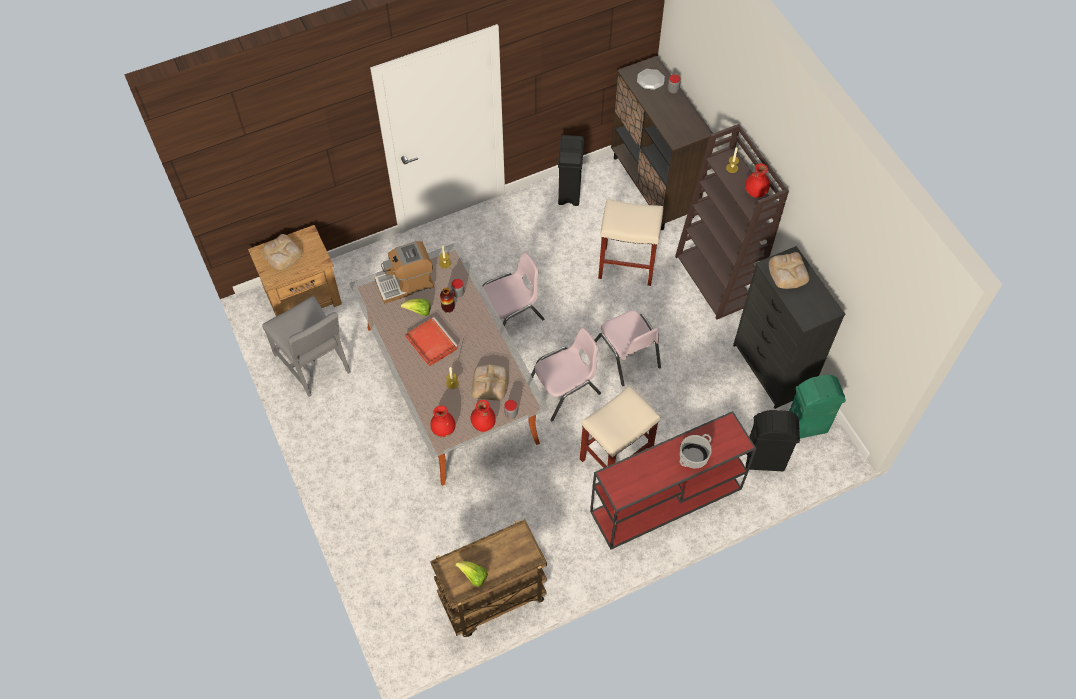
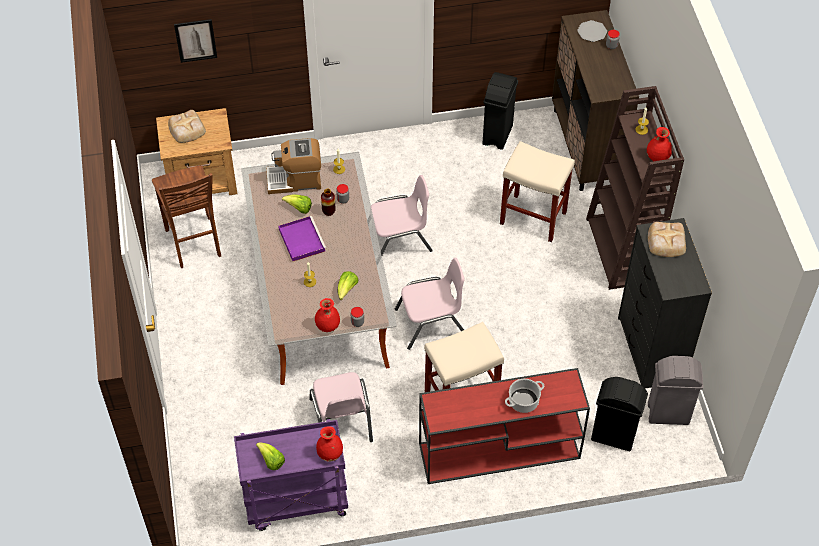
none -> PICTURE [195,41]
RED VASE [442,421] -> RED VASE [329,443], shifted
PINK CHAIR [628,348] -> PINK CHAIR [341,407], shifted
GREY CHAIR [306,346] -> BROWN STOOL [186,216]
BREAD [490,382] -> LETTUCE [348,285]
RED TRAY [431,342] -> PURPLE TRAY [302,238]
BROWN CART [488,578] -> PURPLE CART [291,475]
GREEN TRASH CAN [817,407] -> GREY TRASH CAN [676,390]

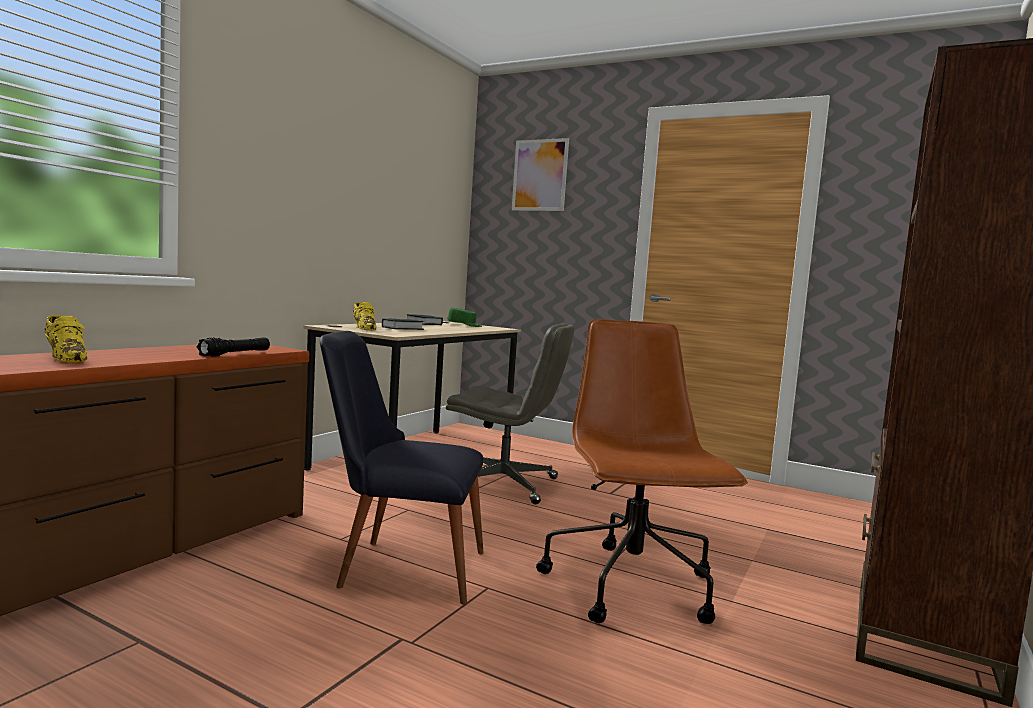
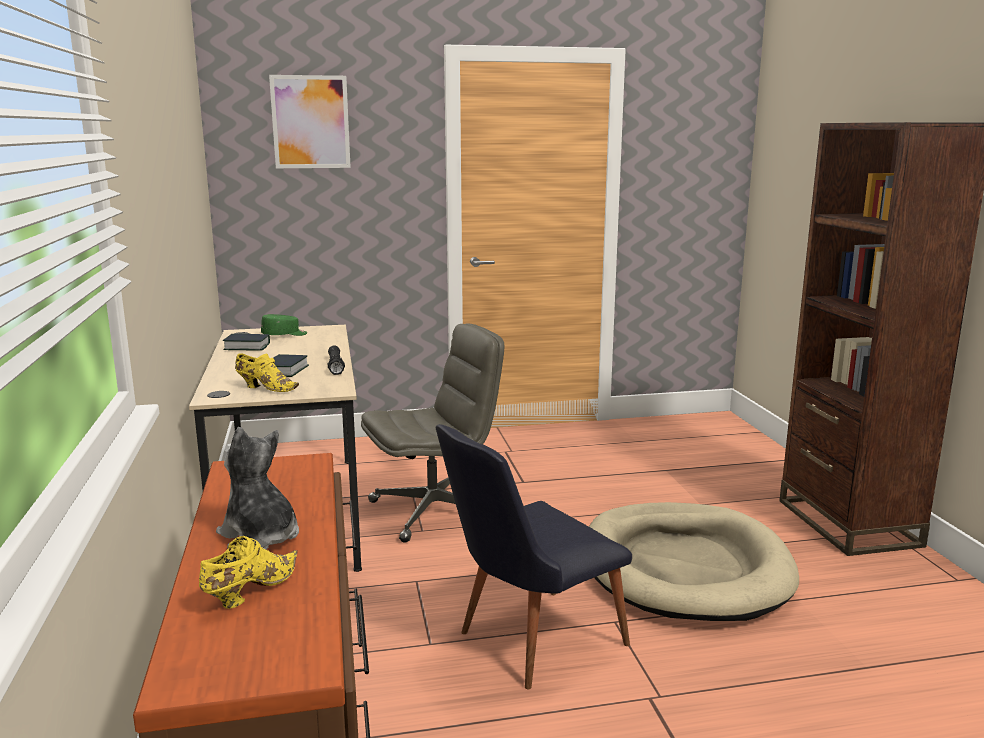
none -> PLUSH TOY [257,488]
BLACK FLASHLIGHT [233,347] -> BLACK FLASHLIGHT [336,360], shifted
BROWN OFFICE CHAIR [642,471] -> BEIGE DOG BED [694,561]
YELLOW SHOE [66,339] -> YELLOW SHOE [248,572], 60 degrees counterclockwise

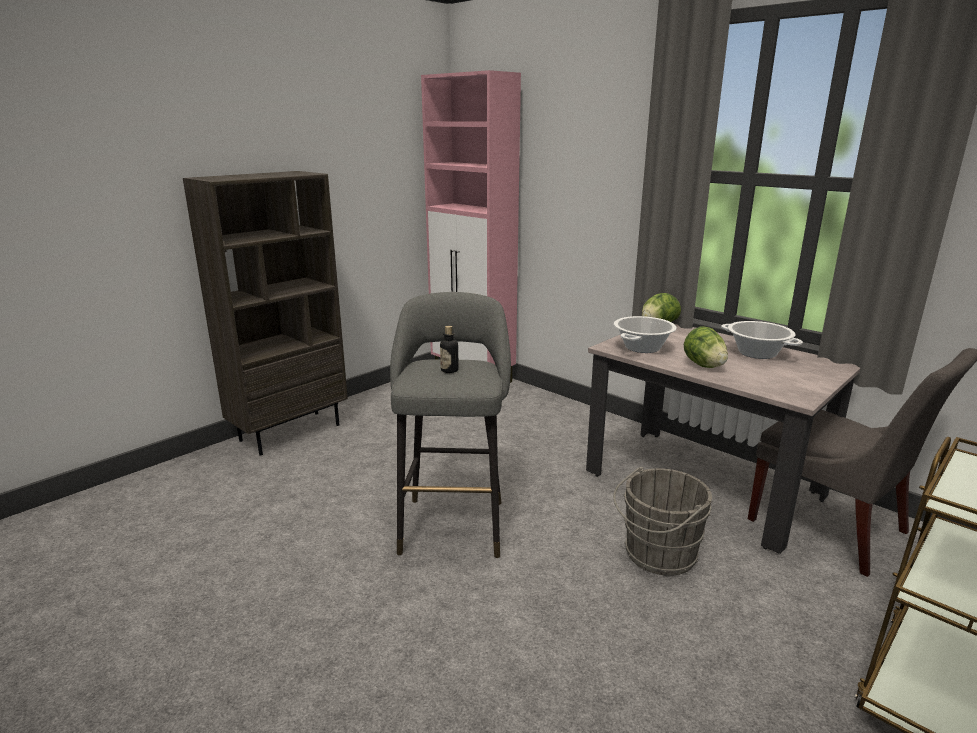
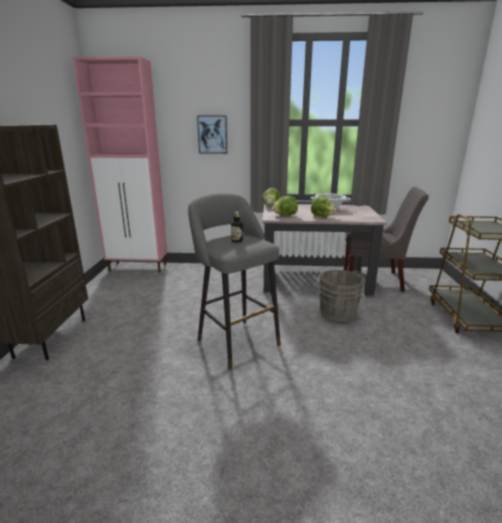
none -> PICTURE [212,134]
COOKING POT [645,334] -> LETTUCE [285,206]

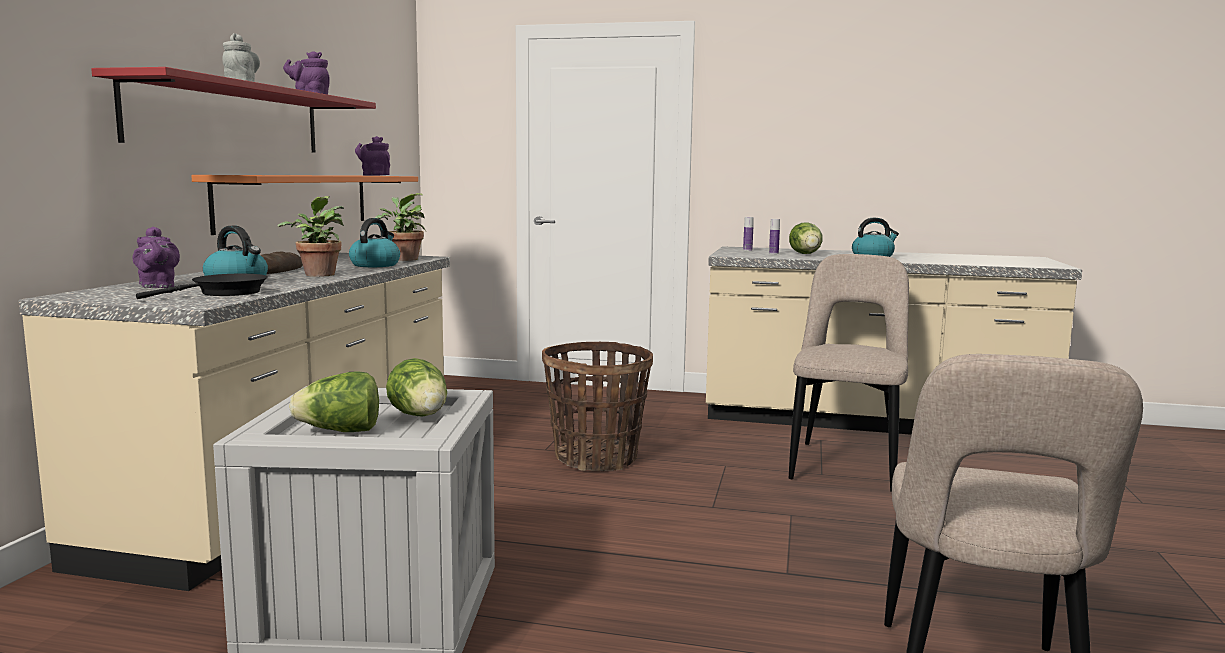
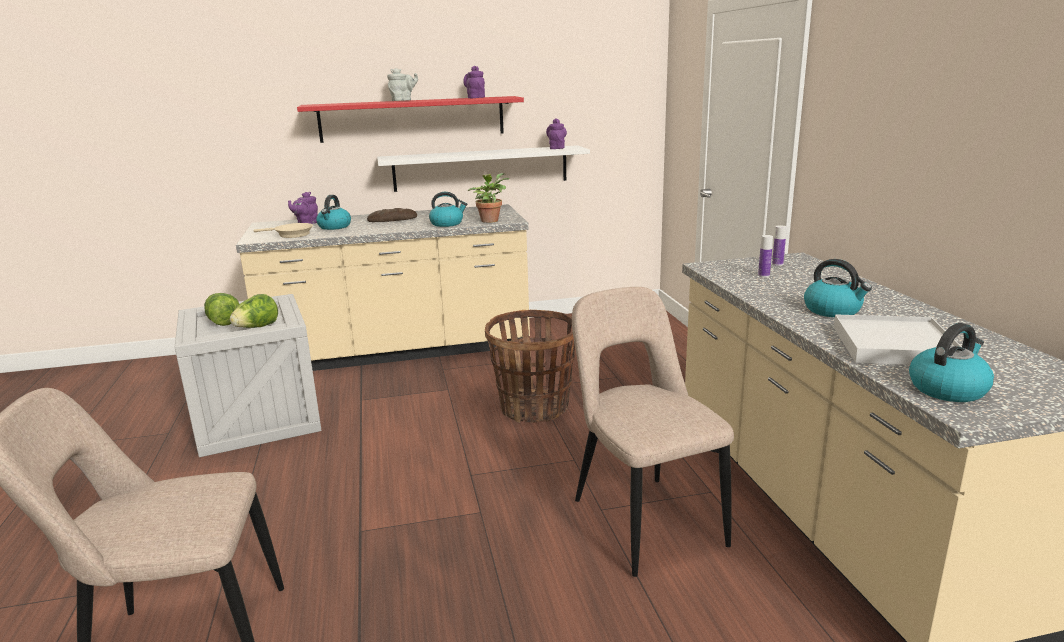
POTTED PLANT [311,236] -> none
LETTUCE [805,238] -> none
none -> WHITE TRAY [898,339]
none -> KETTLE [951,362]
BLACK FRYING PAN [202,286] -> BEIGE FRYING PAN [283,230]
ORANGE SHELF [304,205] -> WHITE SHELF [483,168]
BEIGE CHAIR [849,373] -> BEIGE CHAIR [653,432], 105 degrees counterclockwise

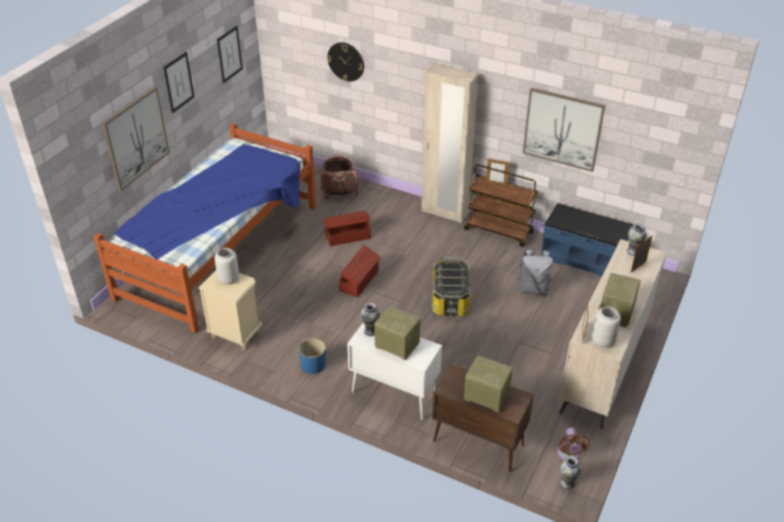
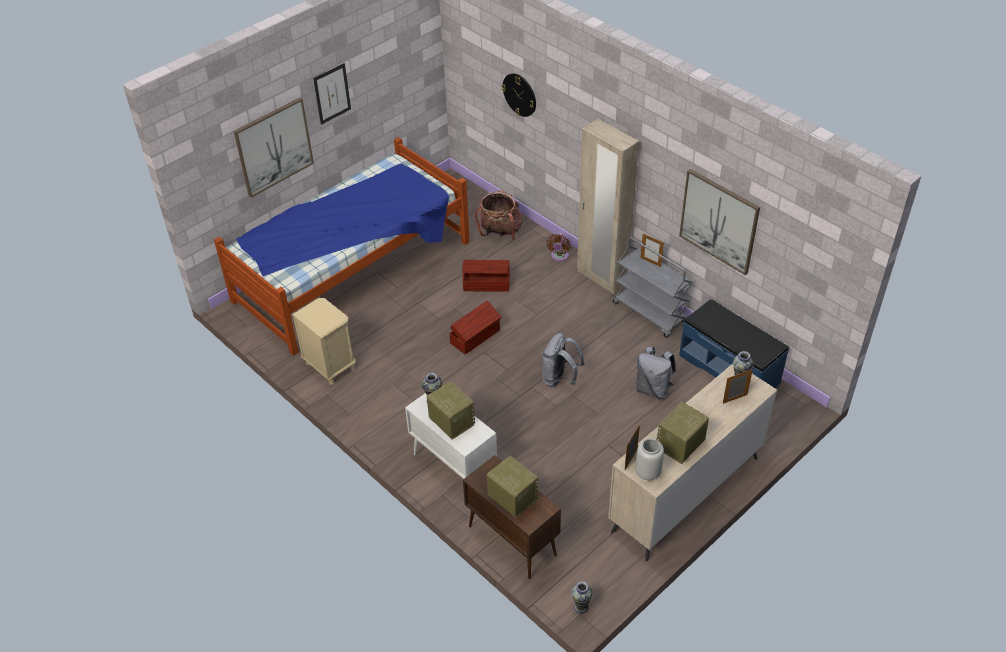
GREY VASE [227,266] -> none
PICTURE [230,55] -> none
BLUE PLANTER [312,356] -> none
BROWN FAN [573,443] -> BROWN FAN [558,246], shifted
STORAGE BOX [451,287] -> GREY BACKPACK [563,360]
BROWN CART [501,205] -> GREY CART [652,287]

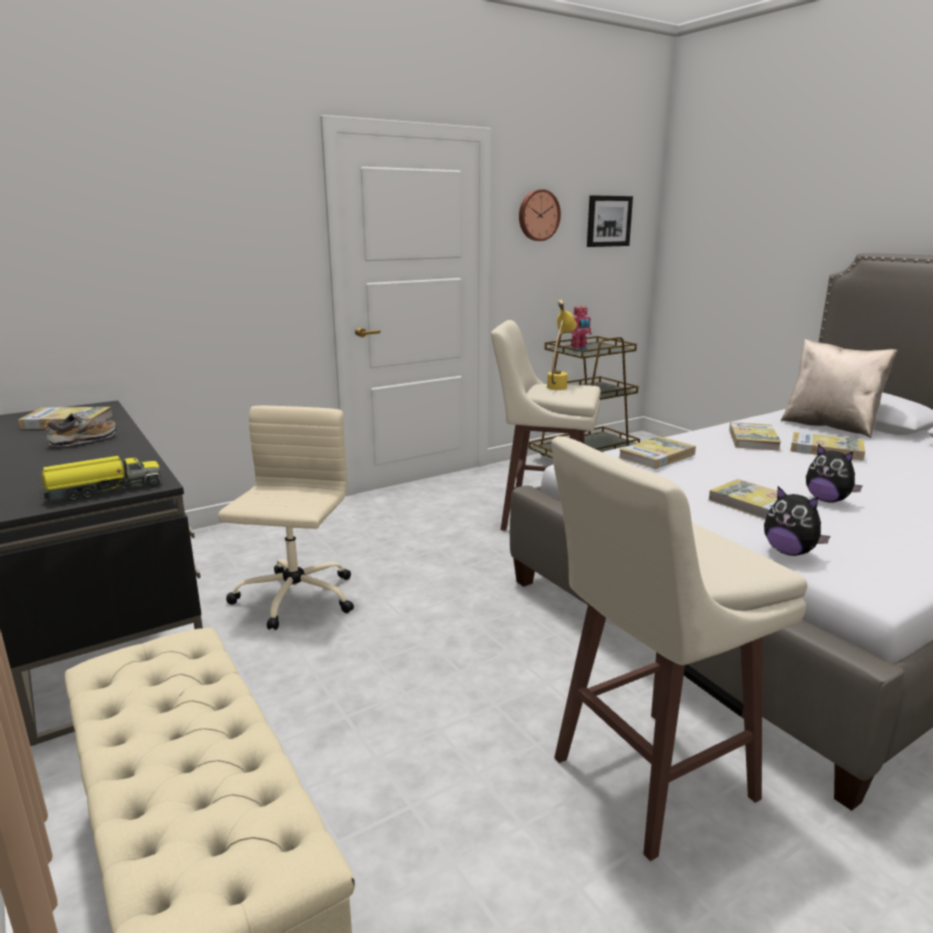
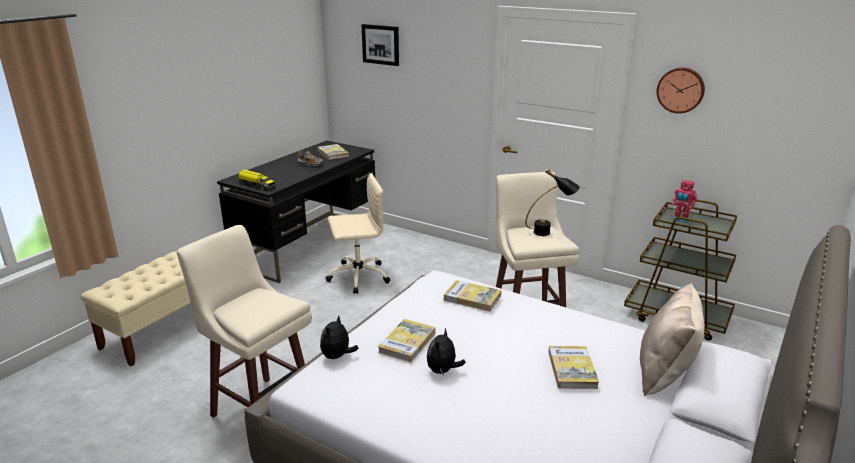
BOOK [755,436] -> none
PICTURE [610,221] -> PICTURE [380,45], shifted
YELLOW TABLE LAMP [562,345] -> BLACK TABLE LAMP [552,202]

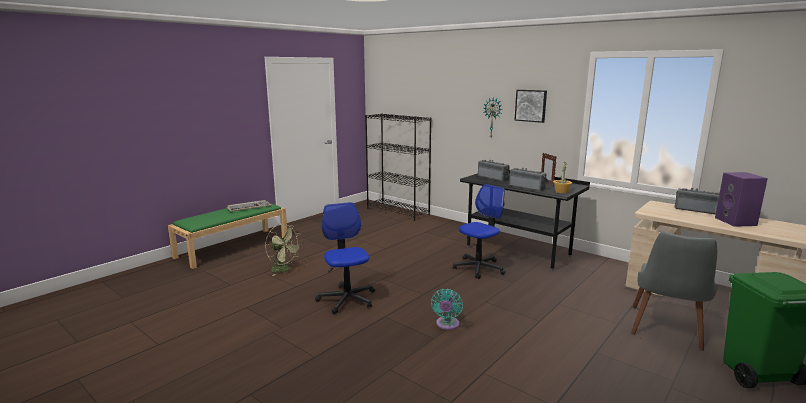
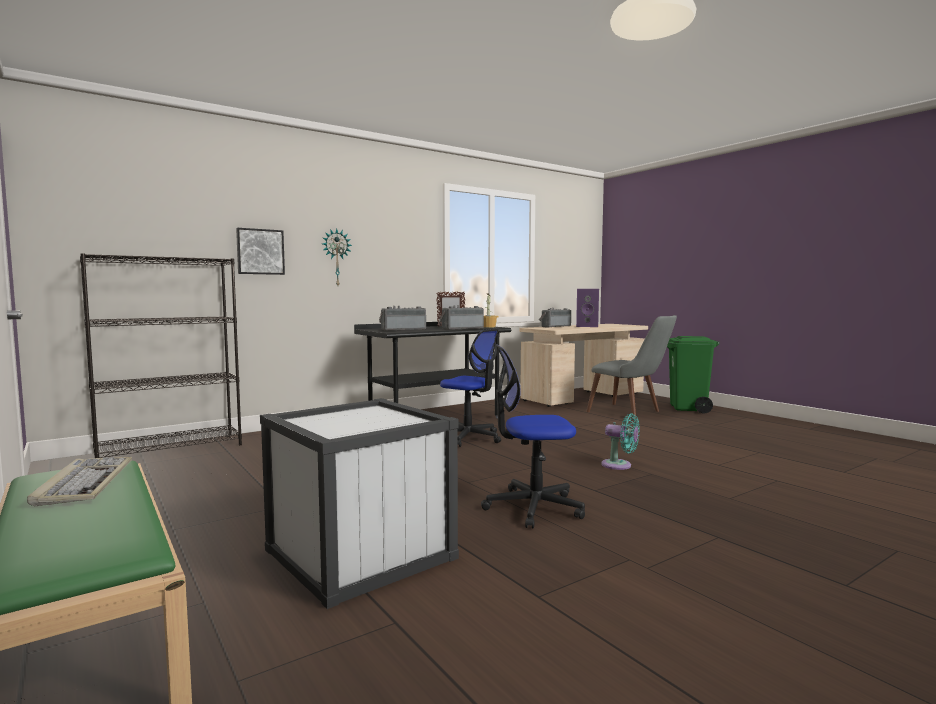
PICTURE [530,106] -> PICTURE [260,251], shifted
GREEN FAN [283,250] -> WHITE STORAGE BOX [359,503]
OFFICE CHAIR [479,231] -> OFFICE CHAIR [470,387], 150 degrees clockwise

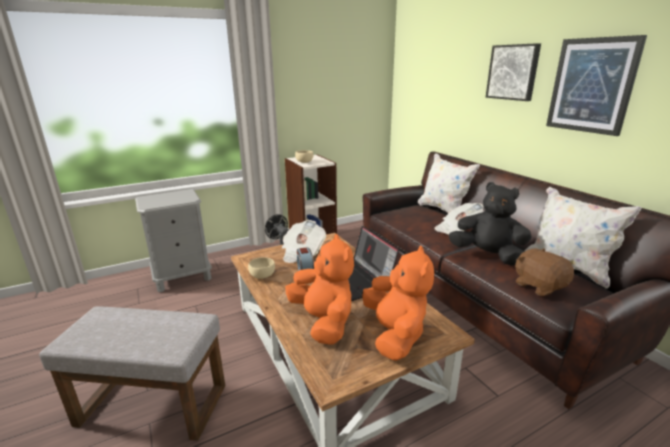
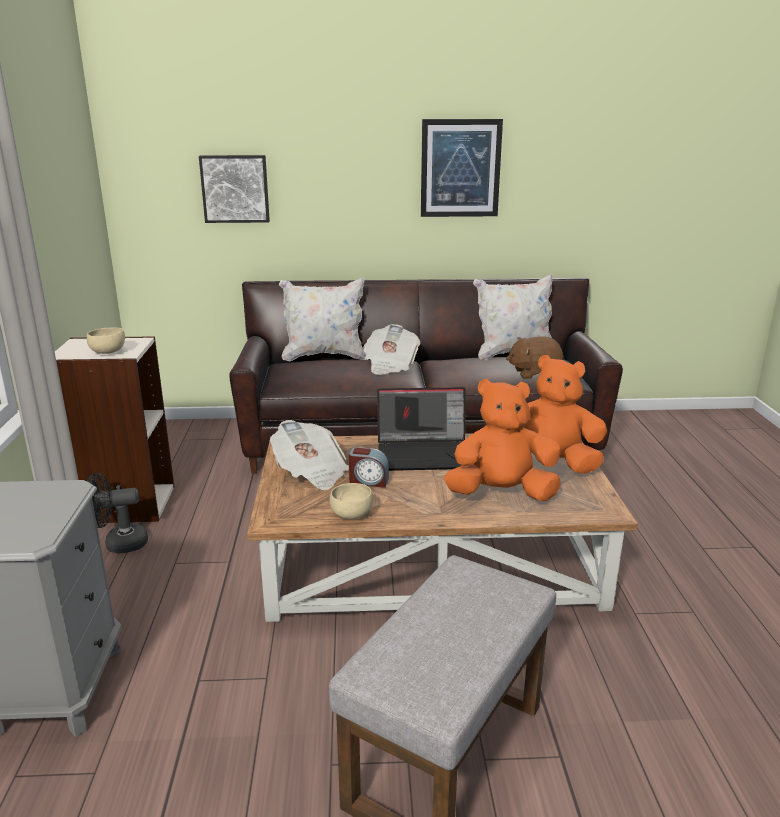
BLACK PLUSH TOY [490,223] -> none
PICTURE [513,72] -> PICTURE [234,189], shifted

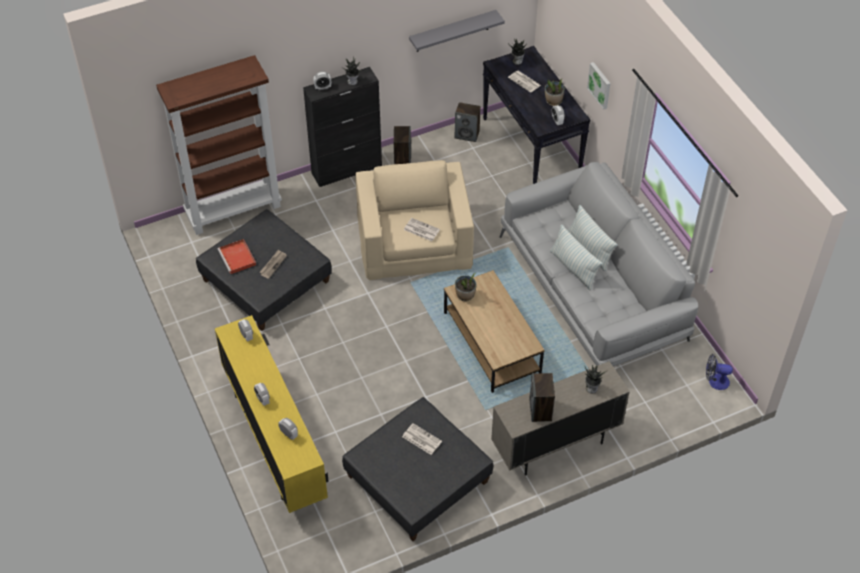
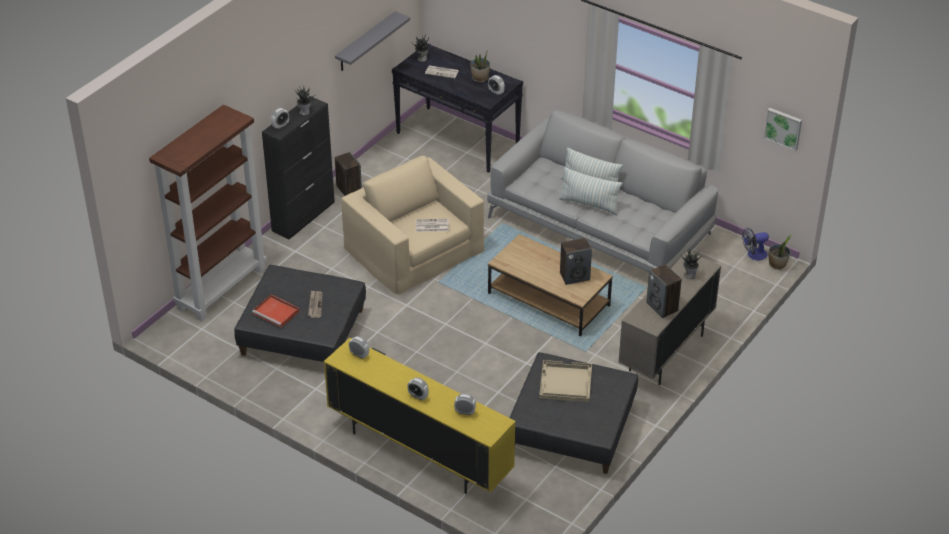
SPEAKER [468,122] -> SPEAKER [576,261], shifted
POTTED PLANT [465,287] -> POTTED PLANT [780,252], shifted
PICTURE [599,86] -> PICTURE [783,129], shifted
NEWSPAPER [422,439] -> BEIGE TRAY [565,381]

